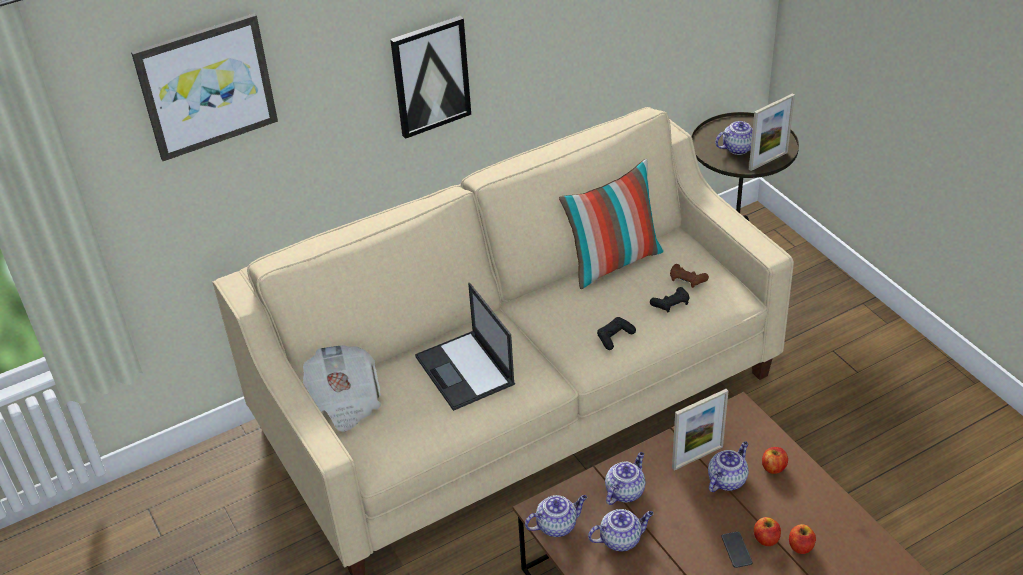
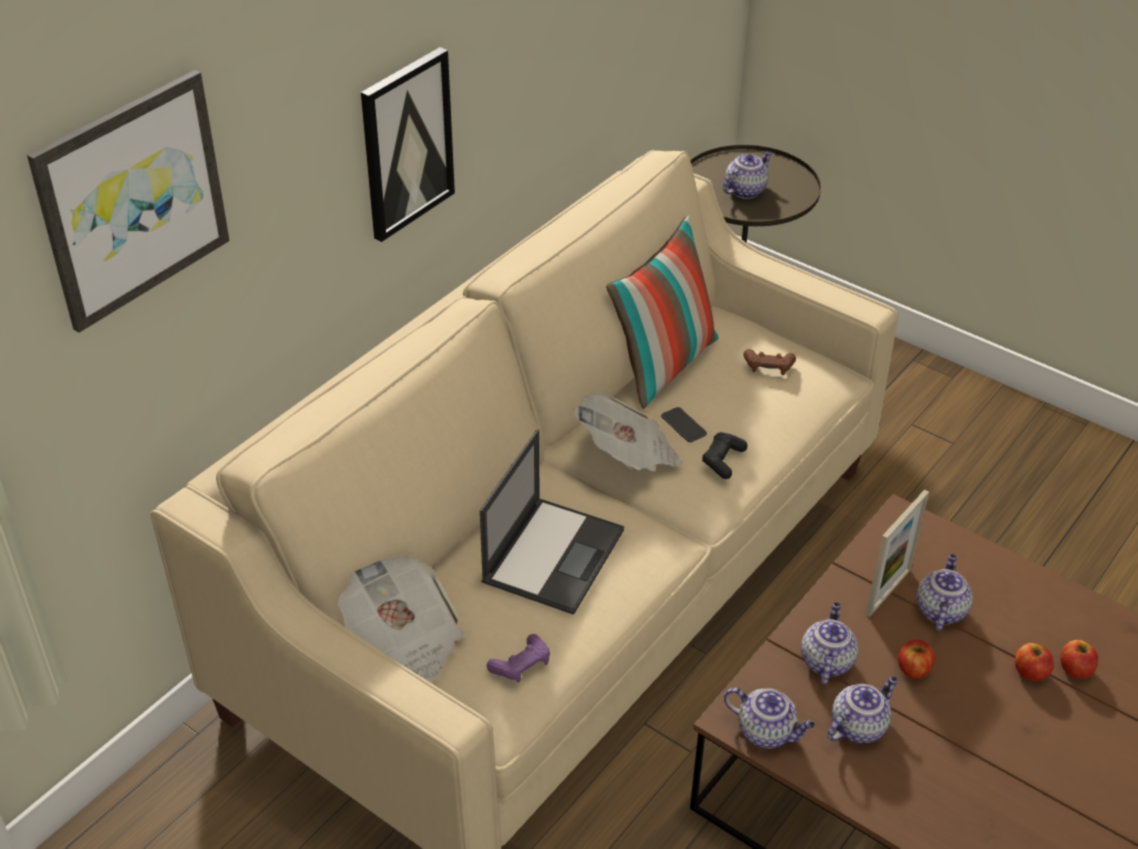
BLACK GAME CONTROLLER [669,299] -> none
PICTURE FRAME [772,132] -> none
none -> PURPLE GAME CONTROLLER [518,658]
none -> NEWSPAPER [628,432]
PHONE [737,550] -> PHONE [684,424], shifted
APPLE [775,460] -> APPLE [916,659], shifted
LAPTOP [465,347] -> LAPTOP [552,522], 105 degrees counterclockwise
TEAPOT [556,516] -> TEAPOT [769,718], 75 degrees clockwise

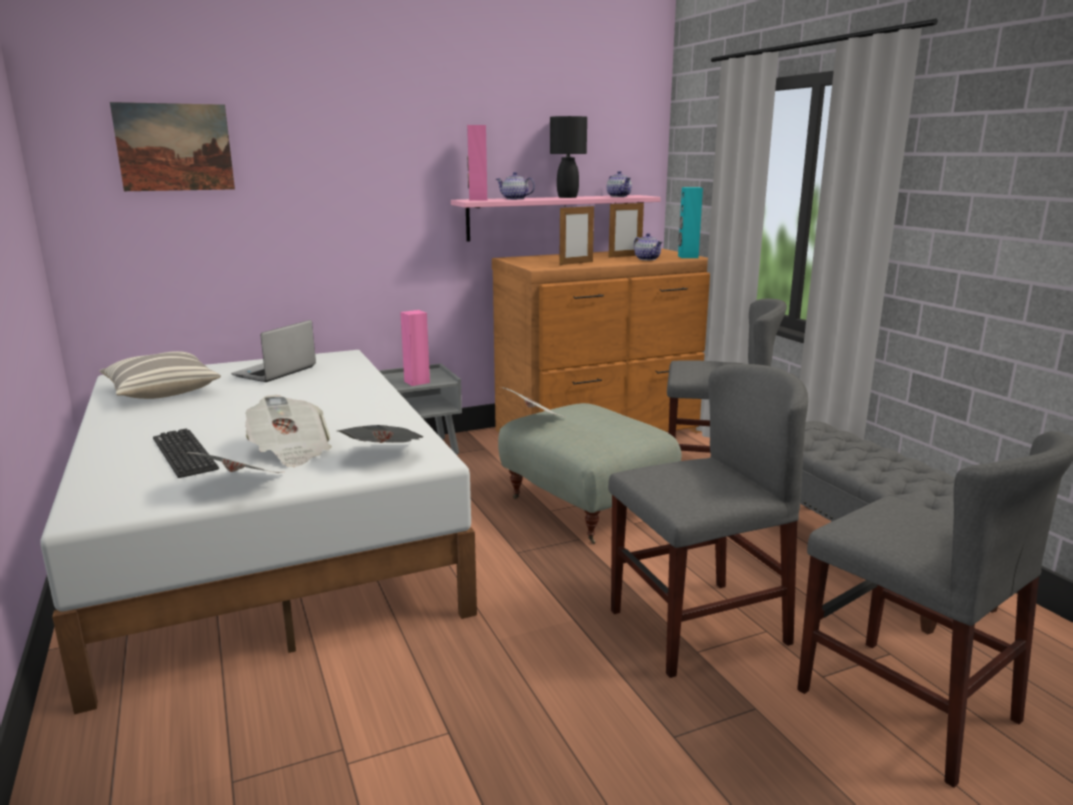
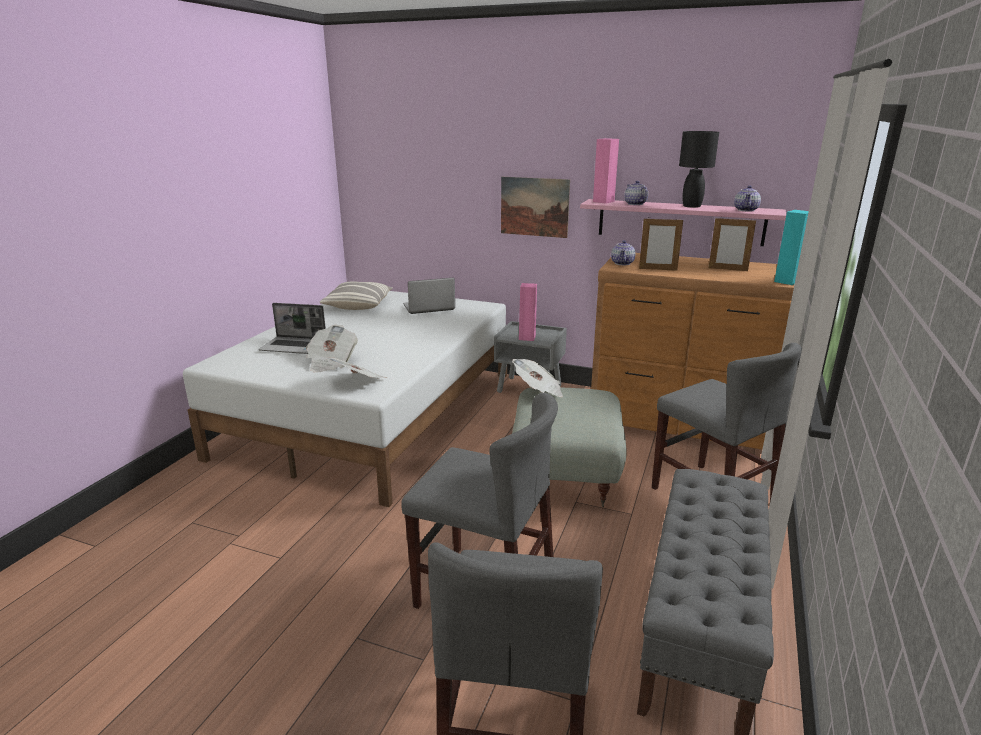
NEWSPAPER [233,462] -> none
PICTURE [172,146] -> PICTURE [535,207], shifted
TEAPOT [648,246] -> TEAPOT [623,252], shifted
KEYBOARD [186,453] -> LAPTOP [292,328]

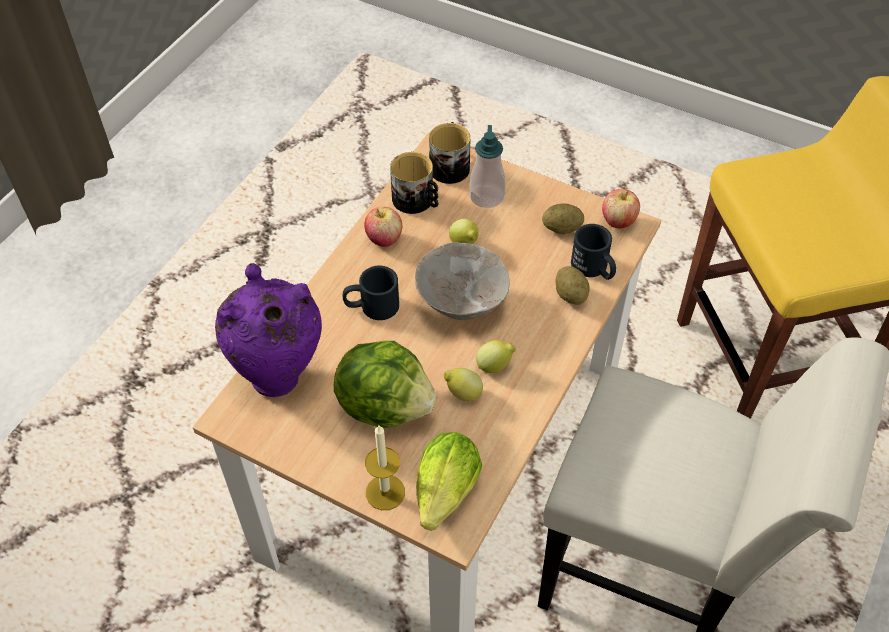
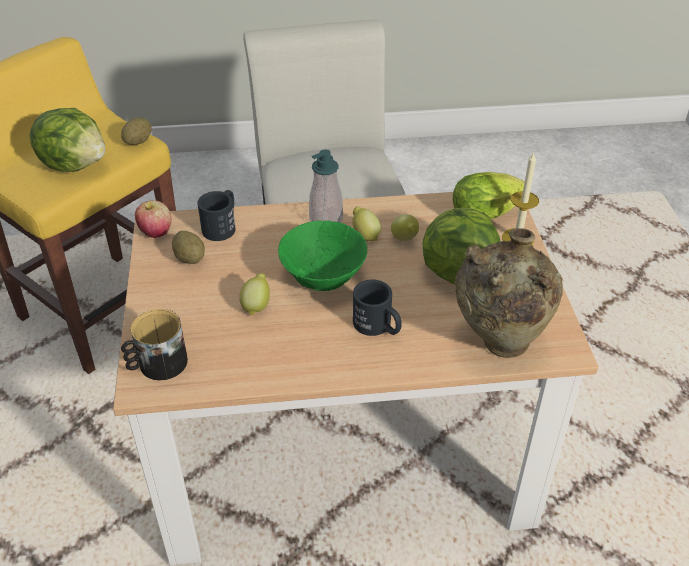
APPLE [383,227] -> none
MUG [414,183] -> none
none -> LETTUCE [67,140]
SOAP DISPENSER [487,166] -> SOAP DISPENSER [326,186], shifted
POTATO [572,285] -> POTATO [136,131], shifted
PURPLE VASE [268,330] -> BEIGE VASE [509,293]
GREY BOWL [462,281] -> GREEN BOWL [322,255]

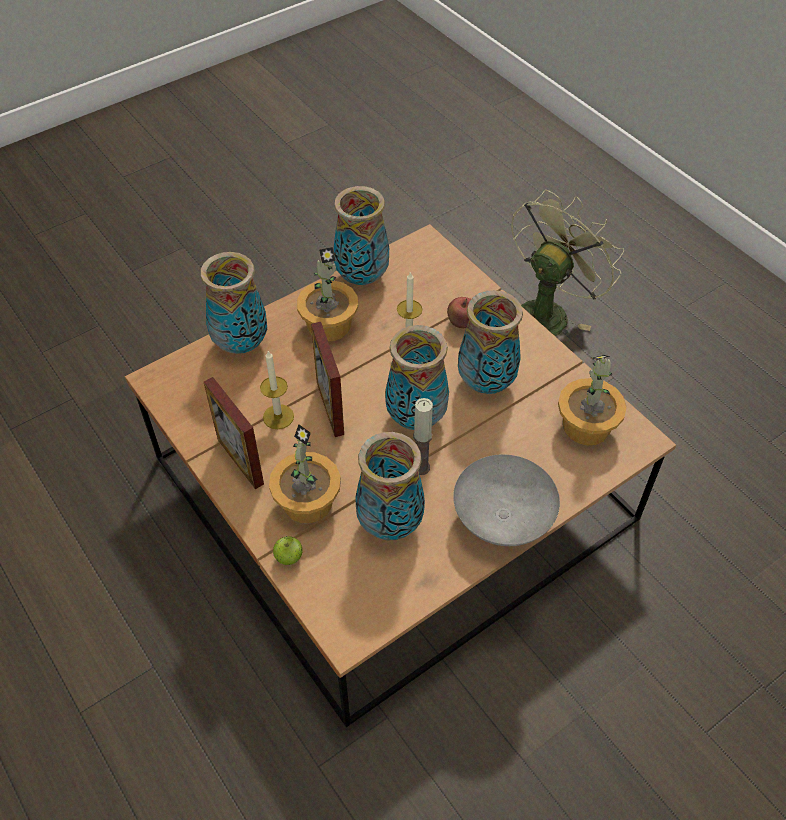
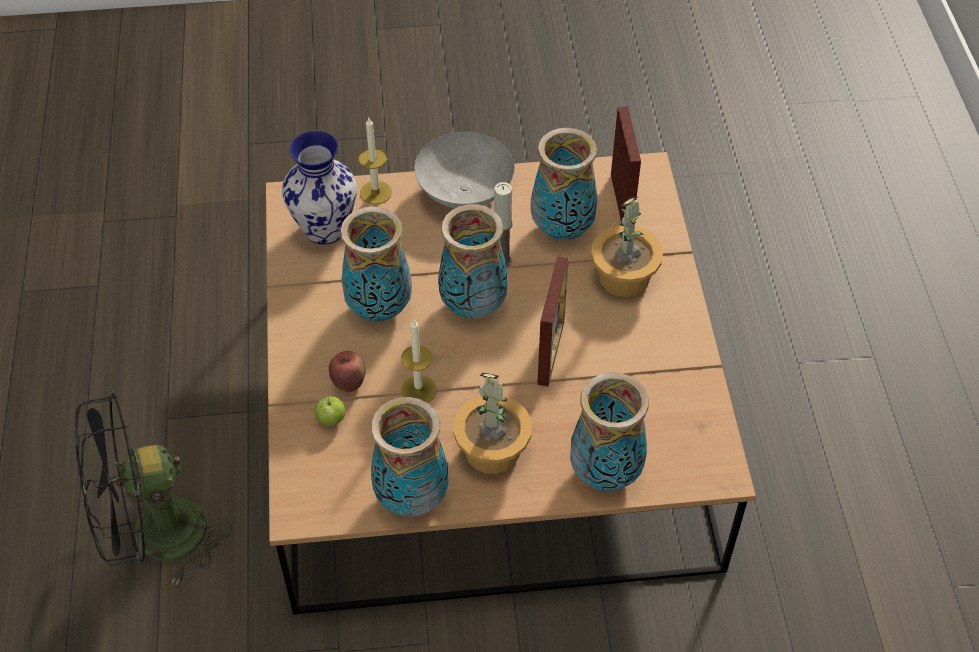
PICTURE FRAME [234,433] -> PICTURE FRAME [626,164], shifted
CANDLE [277,390] -> CANDLE [375,161], shifted
APPLE [288,550] -> APPLE [329,411], shifted
POTTED PLANT [592,400] -> VASE [319,188]
GREEN FAN [567,263] -> BLACK FAN [153,488]

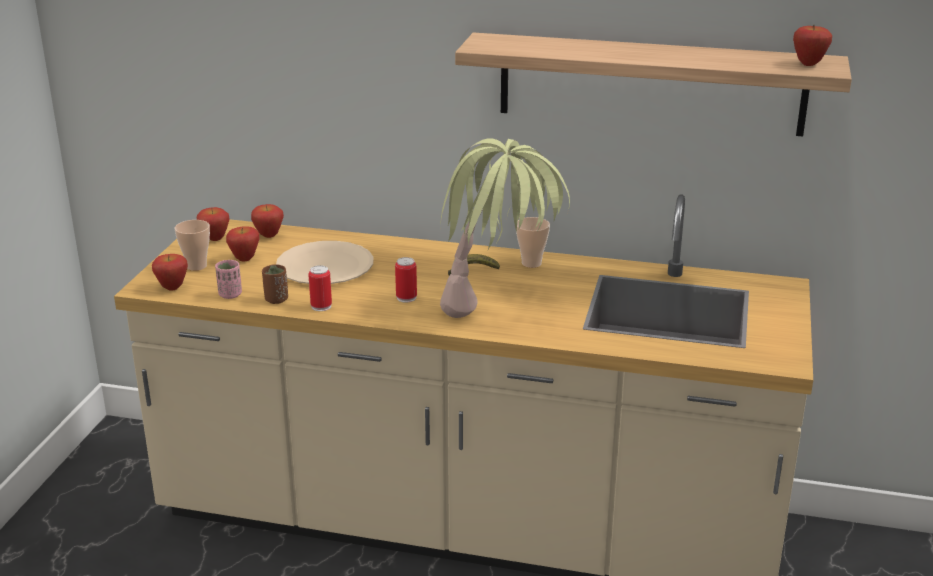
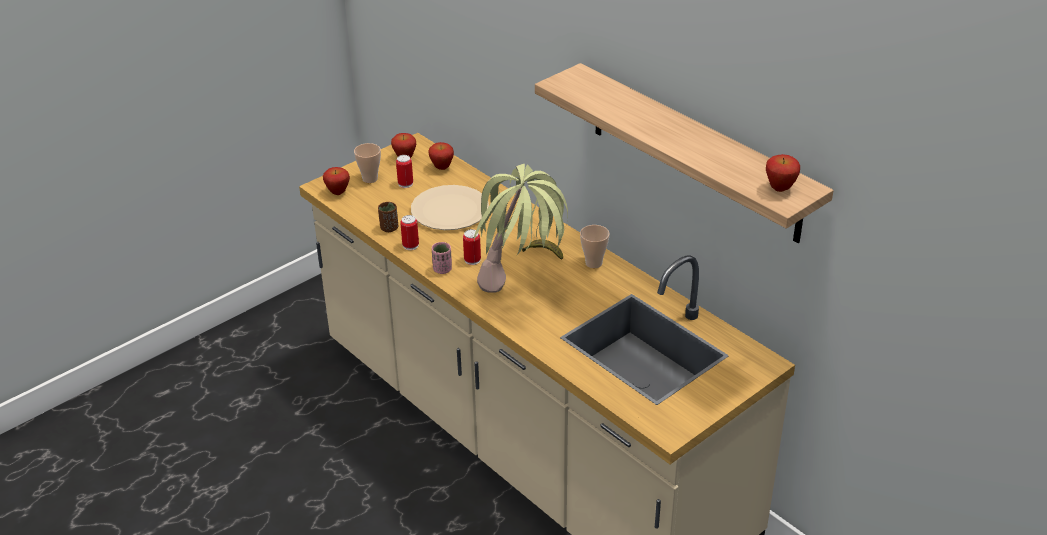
PINK CUP [228,279] -> PINK CUP [442,258], shifted
APPLE [243,244] -> CAN [404,171]

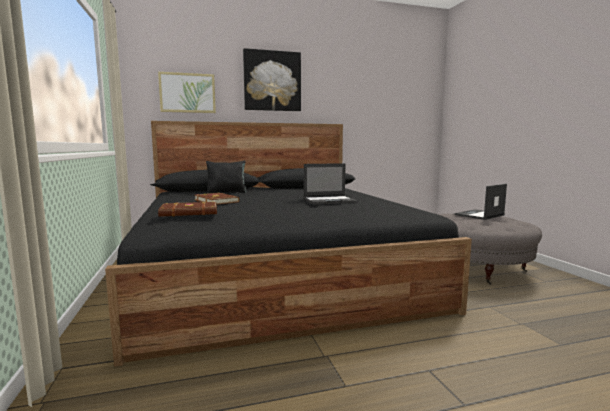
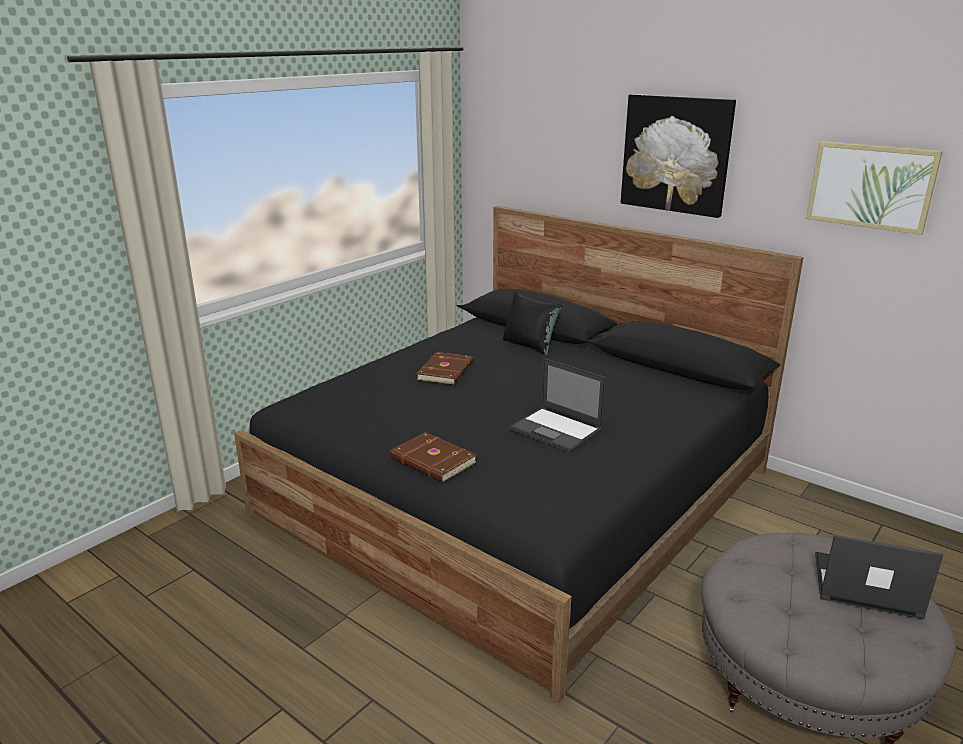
PICTURE [187,92] -> PICTURE [874,188], shifted
BROWN BOOK [187,209] -> BROWN BOOK [433,457], shifted

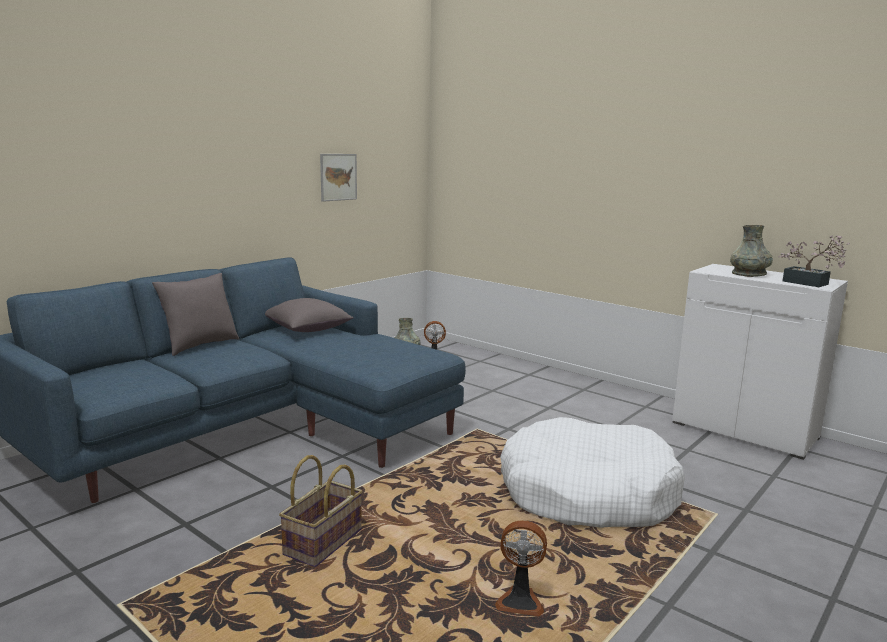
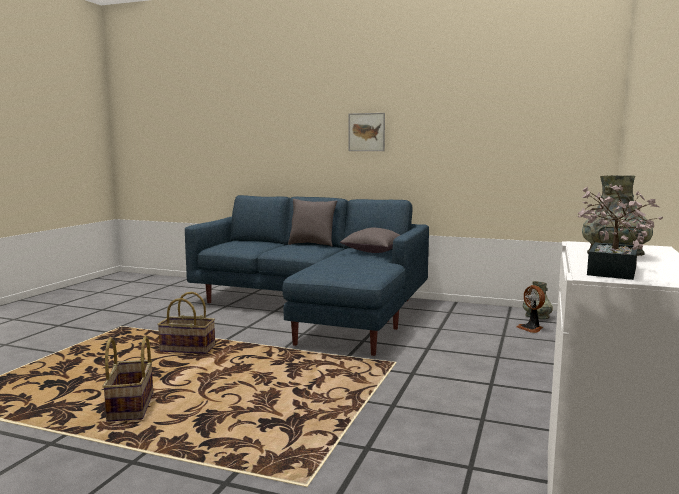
WHITE DOG BED [592,472] -> none
PICTURE [338,178] -> PICTURE [367,132], shifted
FAN [521,568] -> BASKET [127,379]

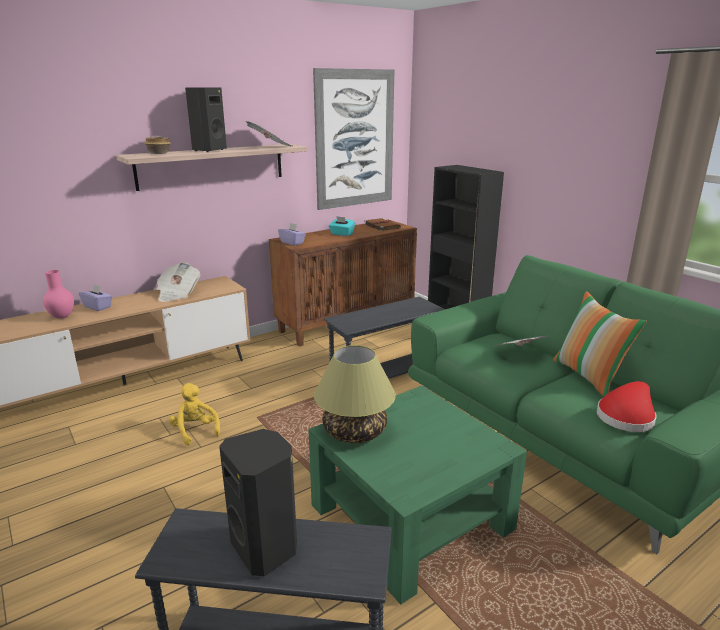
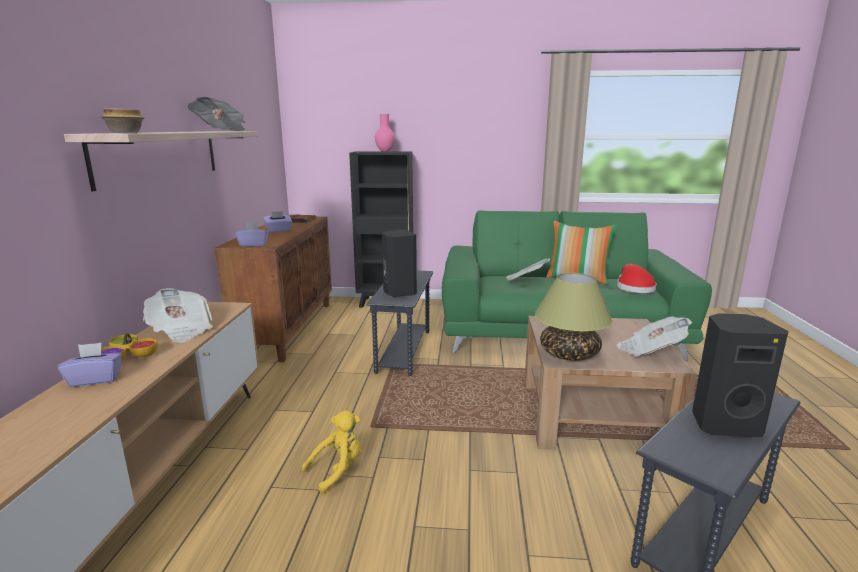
PICTURE [353,139] -> none
none -> BOWL [129,347]
none -> NEWSPAPER [654,336]
PINK VASE [58,294] -> PINK VASE [385,133], shifted
BLACK SPEAKER [206,119] -> BLACK SPEAKER [399,263], shifted
GREEN COFFEE TABLE [417,495] -> BROWN COFFEE TABLE [610,383]
TURQUOISE TISSUE BOX [342,226] -> PURPLE TISSUE BOX [277,222]
YELLOW PLUSH TOY [194,414] -> YELLOW PLUSH TOY [332,452], 135 degrees clockwise

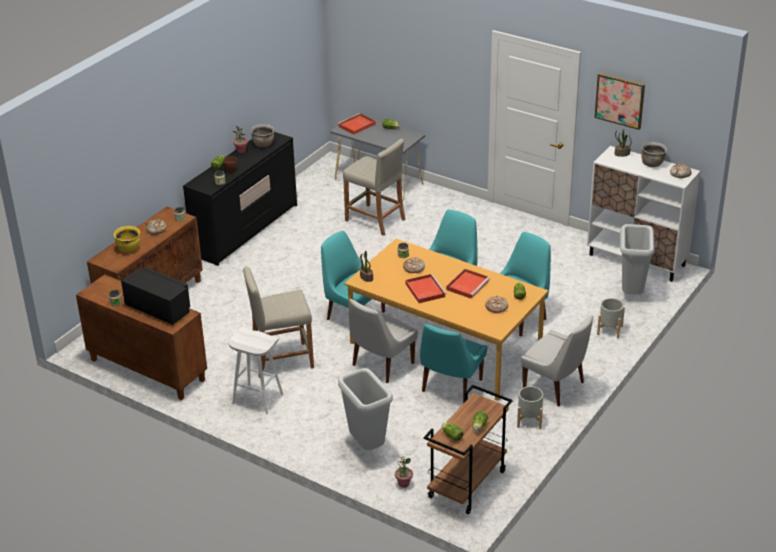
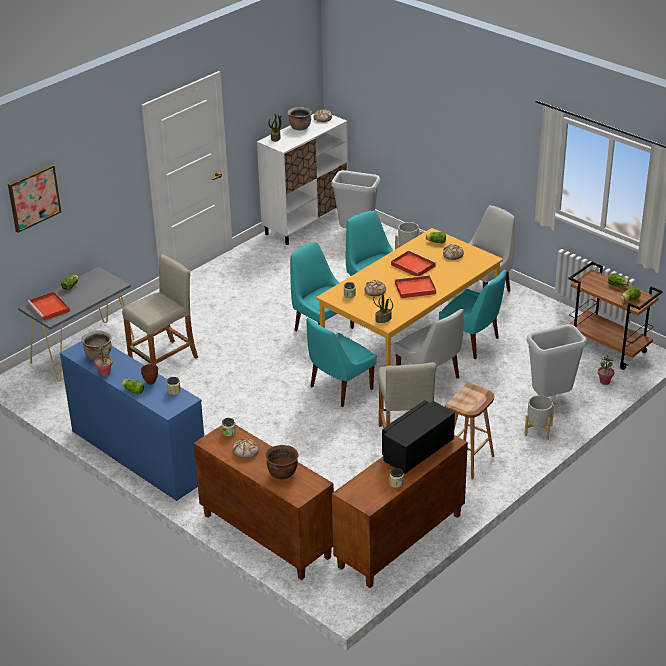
GREY PLANTER [530,407] -> GREY PLANTER [539,417], shifted
PICTURE [619,101] -> PICTURE [34,198], shifted
YELLOW COOKING POT [126,239] -> BROWN COOKING POT [282,462]
BLACK DRESSER [240,199] -> BLUE DRESSER [132,421]
WHITE STOOL [256,370] -> BROWN STOOL [469,431]

